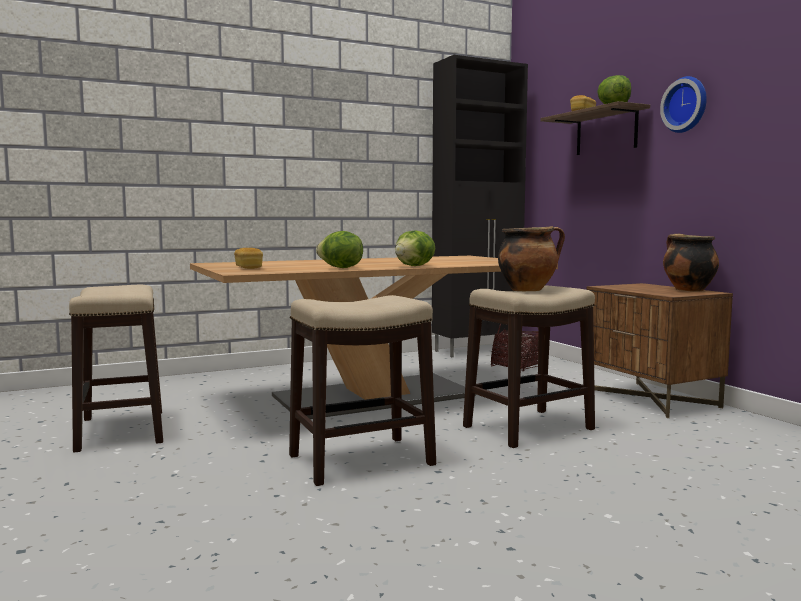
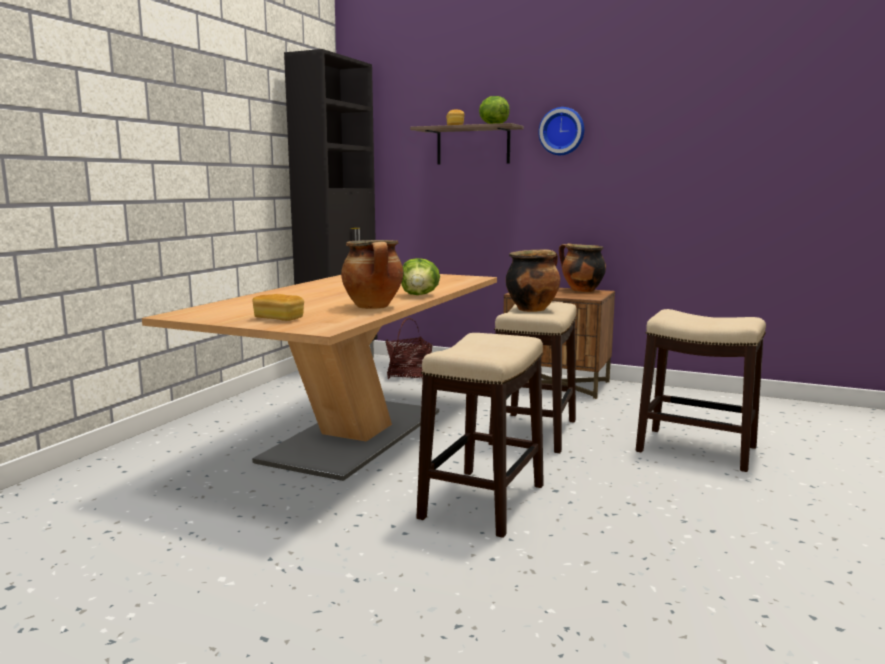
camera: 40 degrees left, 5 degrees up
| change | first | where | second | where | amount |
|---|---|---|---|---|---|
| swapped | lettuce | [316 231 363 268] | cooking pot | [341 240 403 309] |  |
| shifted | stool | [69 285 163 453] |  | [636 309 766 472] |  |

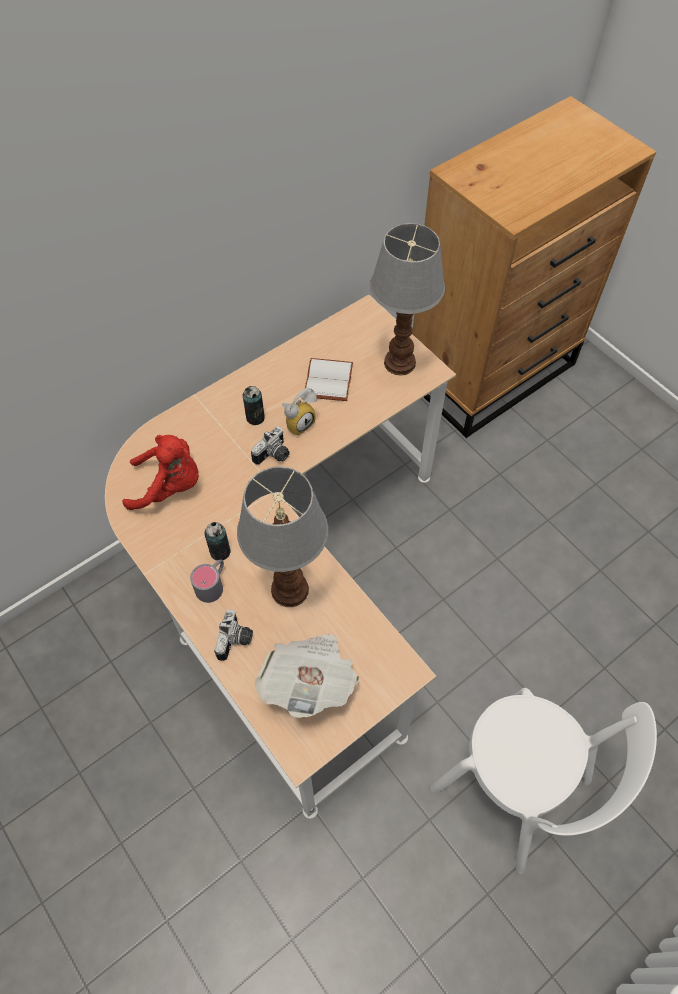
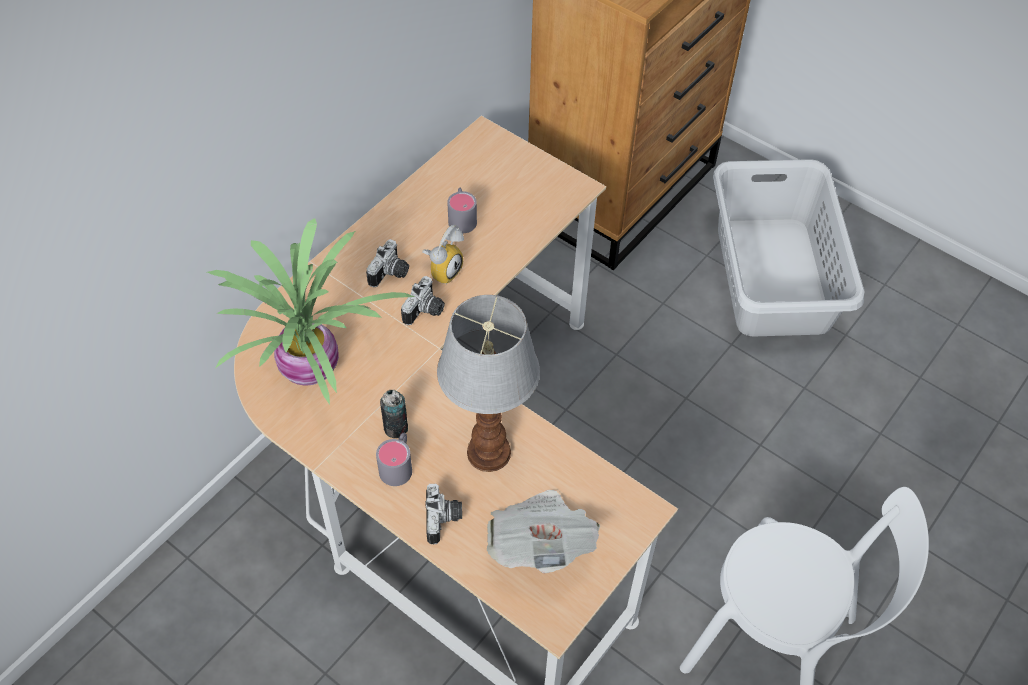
camera: 15 degrees left, 5 degrees down
| change | first | where | second | where | amount |
|---|---|---|---|---|---|
| gone | table lamp | [370 223 445 376] |  |  |  |
| swapped | white book | [305 358 353 401] | grey mug | [447 188 477 233] |  |
| swapped | can | [243 386 265 425] | photo camera | [366 239 409 288] |  |
| swapped | red plush toy | [122 435 199 510] | potted plant | [207 218 415 405] |  |
| new |  |  | grey laundry basket | [713 159 865 337] |  |

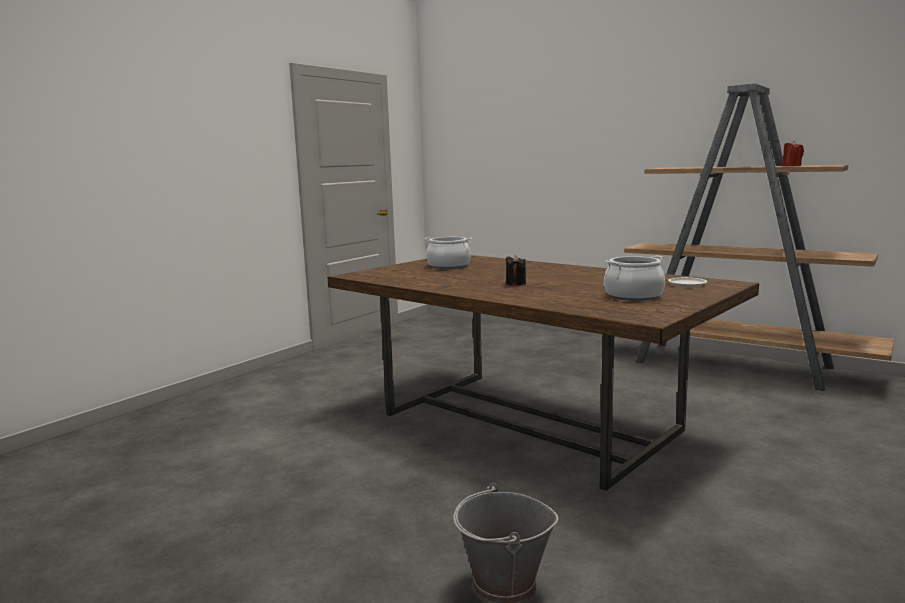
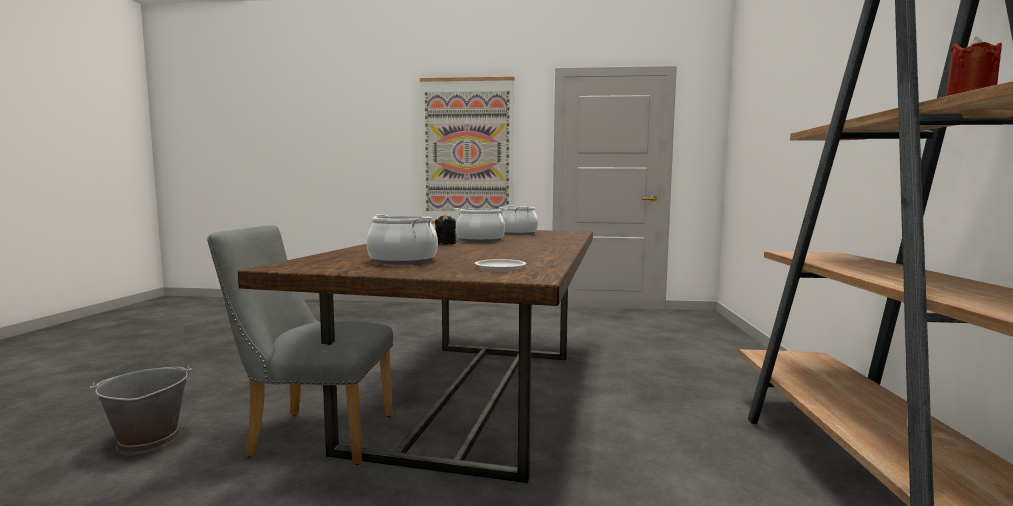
camera: 60 degrees right, 5 degrees down
| change | first | where | second | where | amount |
|---|---|---|---|---|---|
| new |  |  | picture | [420 77 514 224] |  |
| new |  |  | cooking pot | [454 208 507 242] |  |
| new |  |  | grey chair | [207 225 393 465] |  |

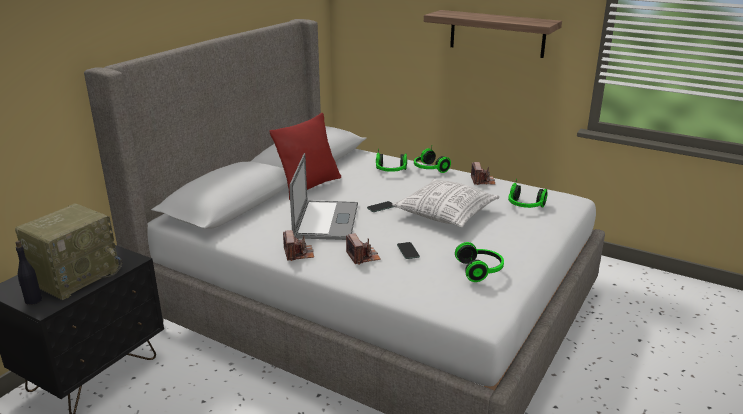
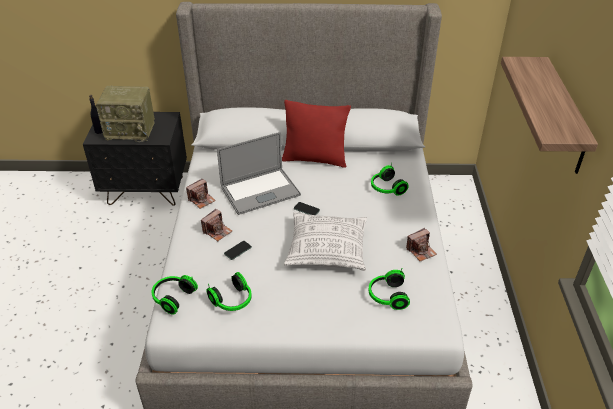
camera: 60 degrees right, 15 degrees up
| change | first | where | second | where | amount |
|---|---|---|---|---|---|
| shifted | headphones | [414 146 451 173] |  | [152 275 198 315] |  |

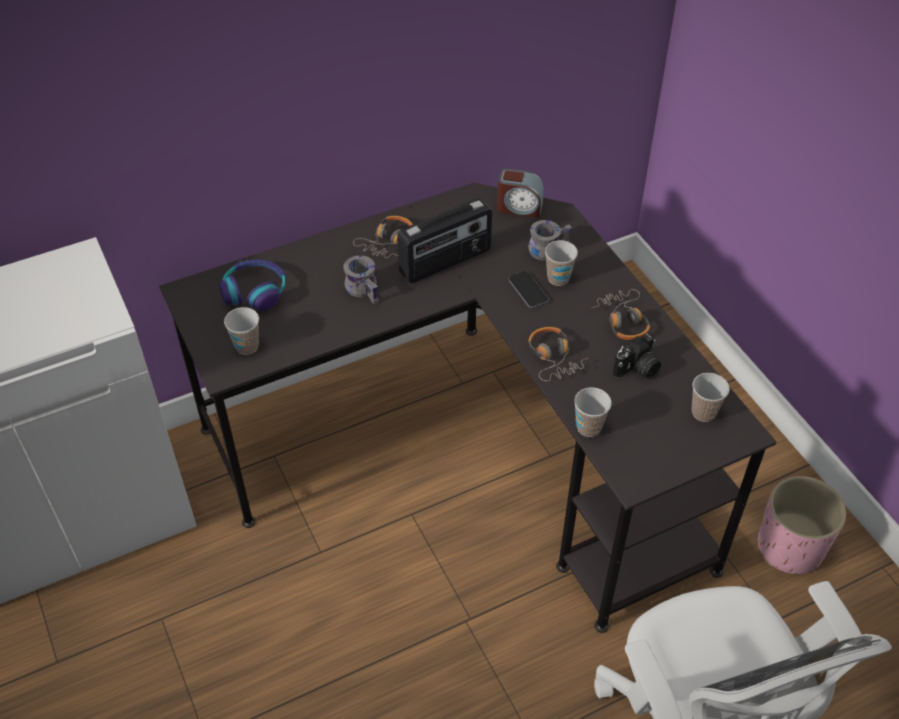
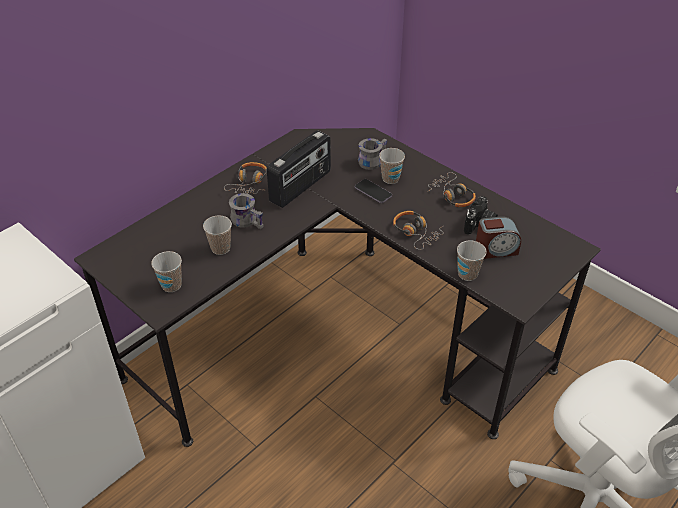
camera: 20 degrees left, 5 degrees down
| change | first | where | second | where | amount |
|---|---|---|---|---|---|
| shifted | alarm clock | [497 168 544 218] |  | [476 217 521 259] |  |
| gone | headphones | [219 259 285 311] |  |  |  |
| shifted | cup | [692 373 730 422] |  | [203 216 232 255] |  |
| gone | pink planter | [758 476 846 574] |  |  |  |

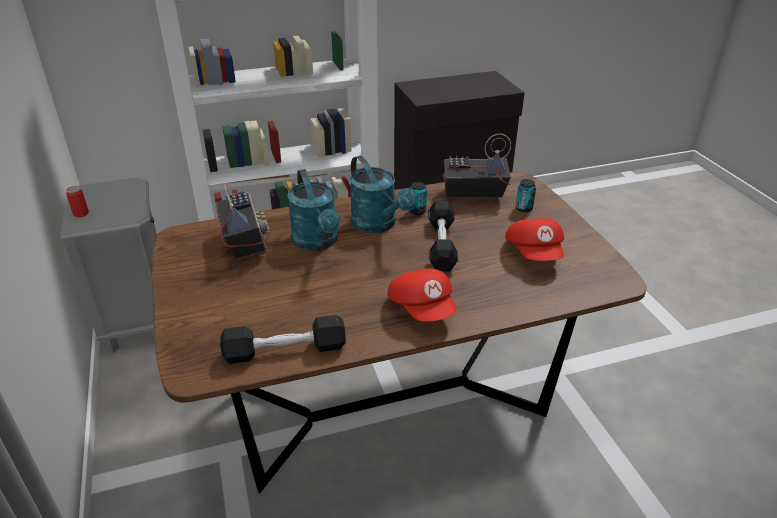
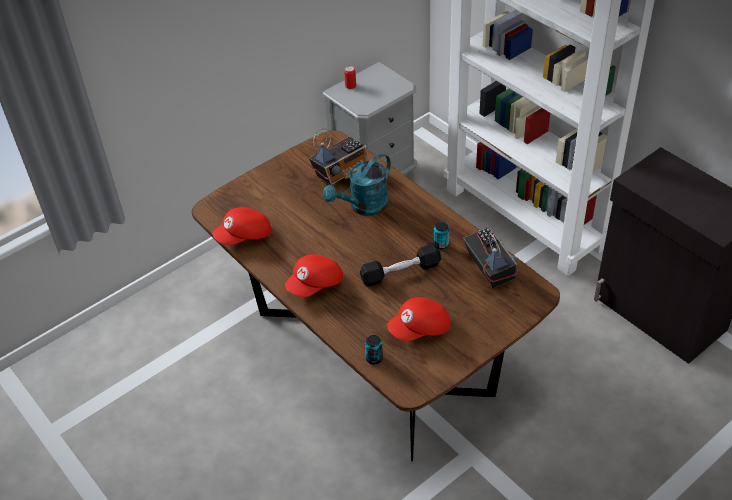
camera: 70 degrees right, 10 degrees up
| change | first | where | second | where | amount |
|---|---|---|---|---|---|
| gone | turquoise watering can | [349 156 416 233] |  |  |  |
| shifted | can | [516 179 536 212] |  | [365 335 383 365] |  |
| swapped | black dumbbell | [220 315 346 364] | red cap | [213 207 272 245] |  |

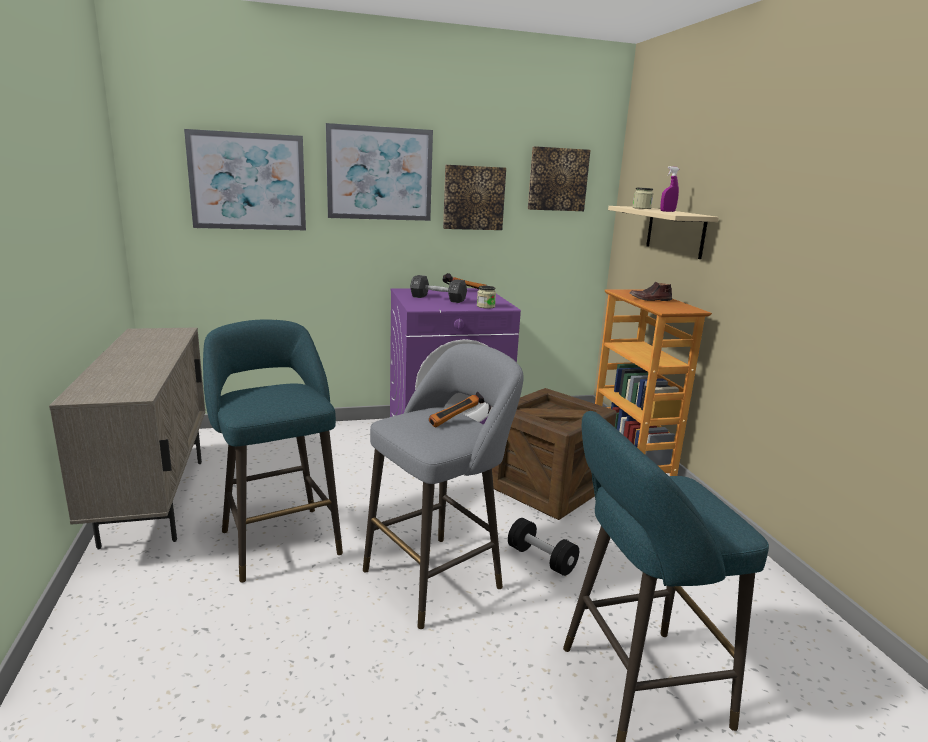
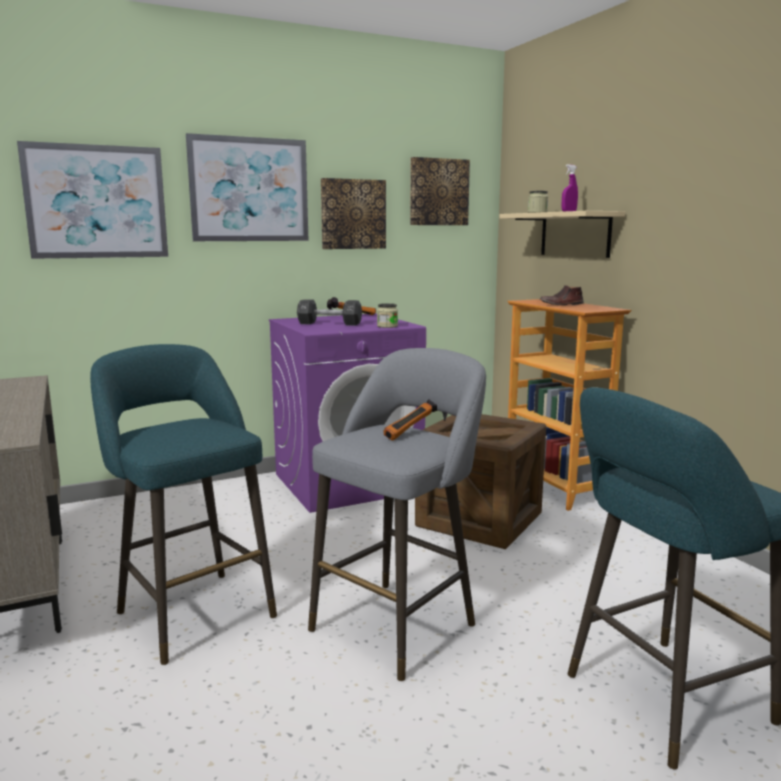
camera: 10 degrees left, 5 degrees down
| change | first | where | second | where | amount |
|---|---|---|---|---|---|
| gone | black dumbbell | [508 518 579 576] |  |  |  |

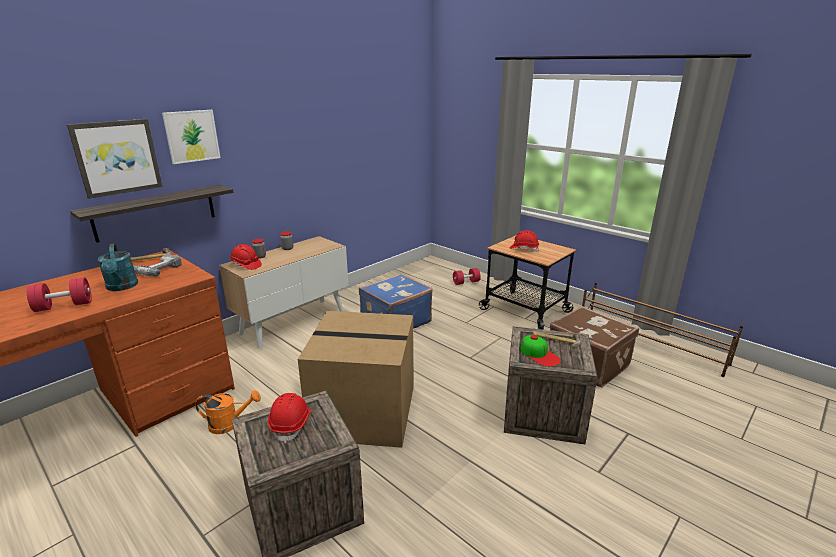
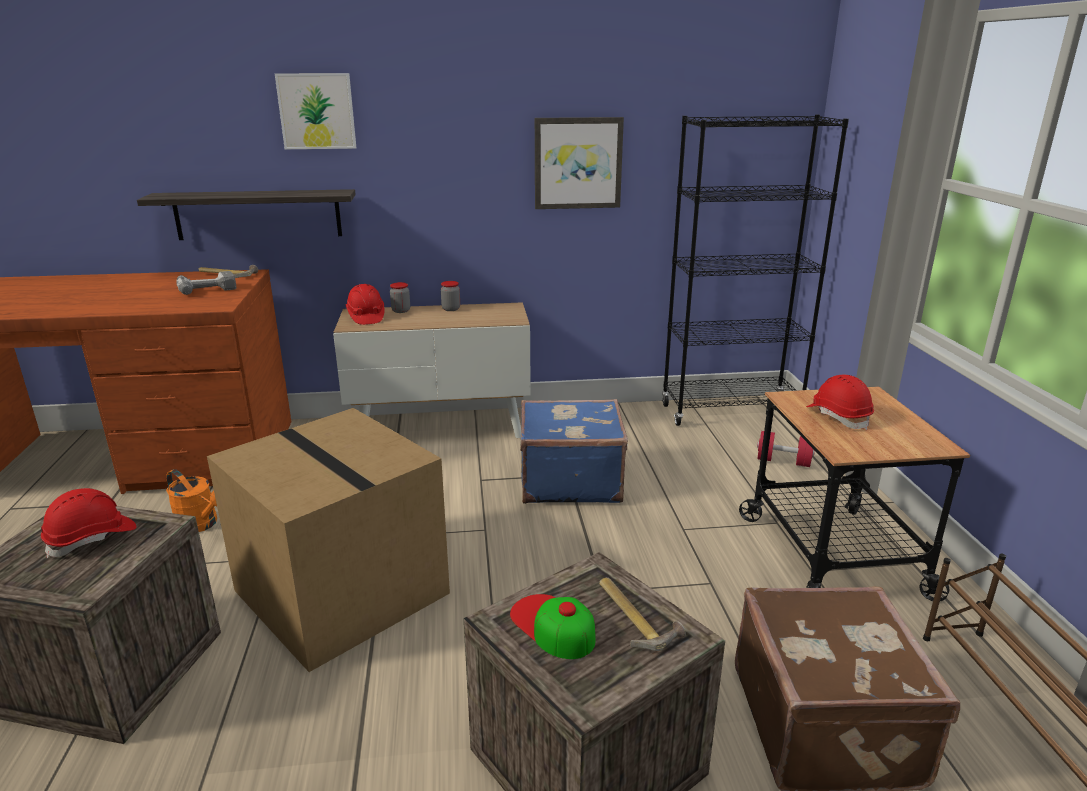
camera: 40 degrees right, 0 degrees up
| change | first | where | second | where | amount |
|---|---|---|---|---|---|
| shifted | picture | [67 119 163 199] |  | [535 117 624 209] |  |
| gone | turquoise watering can | [98 243 138 291] |  |  |  |
| gone | red dumbbell | [27 277 92 312] |  |  |  |
| rotated | cap | [520 335 561 367] |  | [510 594 596 659] | 135 degrees clockwise |
| new |  |  | black bookcase | [662 115 849 426] |  |

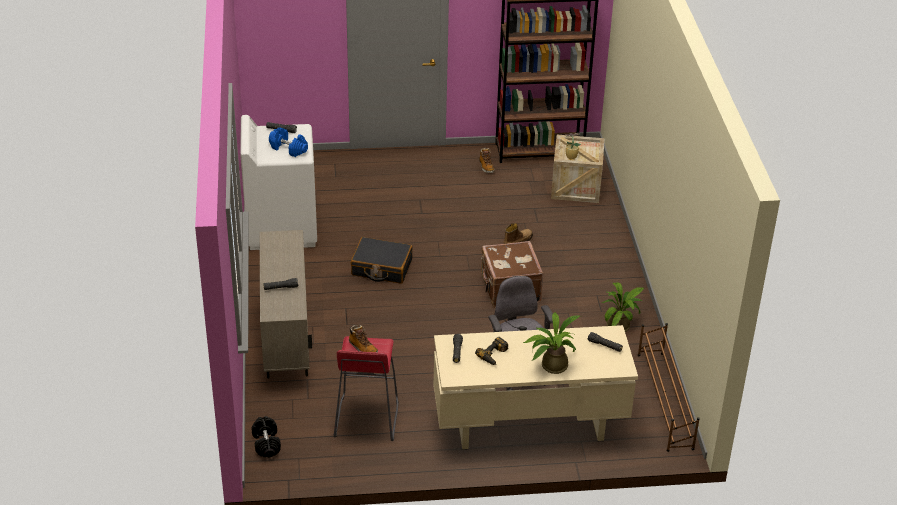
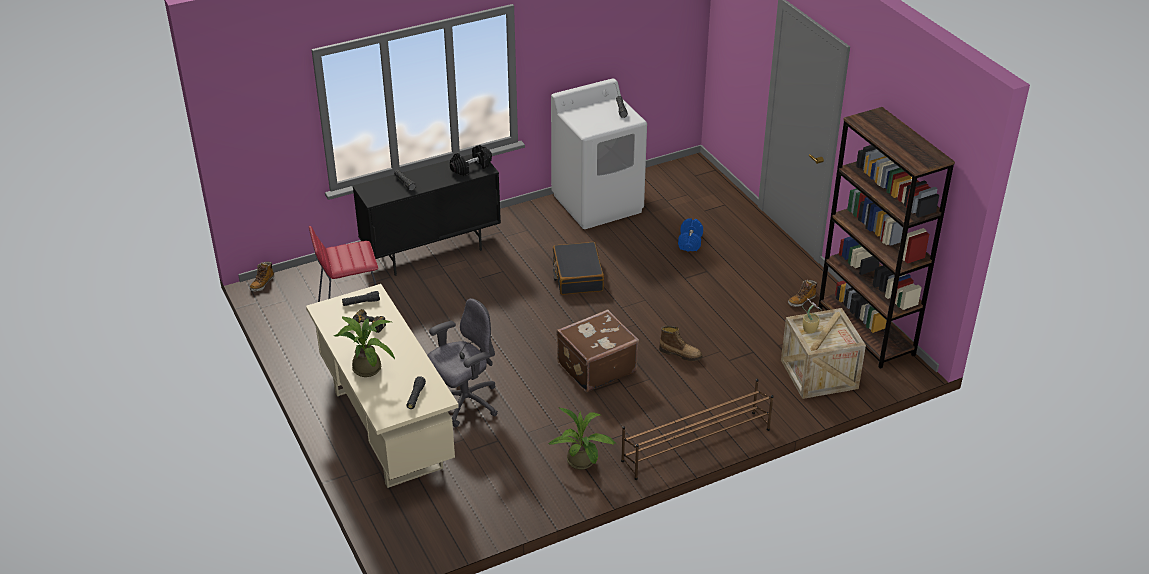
camera: 70 degrees right, 0 degrees up
| change | first | where | second | where | amount |
|---|---|---|---|---|---|
| shifted | blue dumbbell | [269 127 308 157] |  | [678 218 703 251] |  |
| repainted | beige cabinet | [259 230 312 379] | black cabinet | [352 154 501 276] |  |
| shifted | brown shoe rack | [638 323 700 452] |  | [621 379 774 480] |  |
| shifted | boot | [349 325 378 352] |  | [249 262 274 292] |  |
| shifted | black dumbbell | [251 416 281 457] |  | [450 145 492 176] |  |

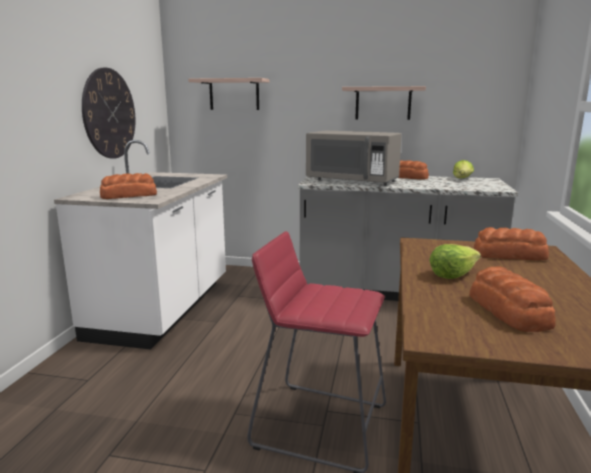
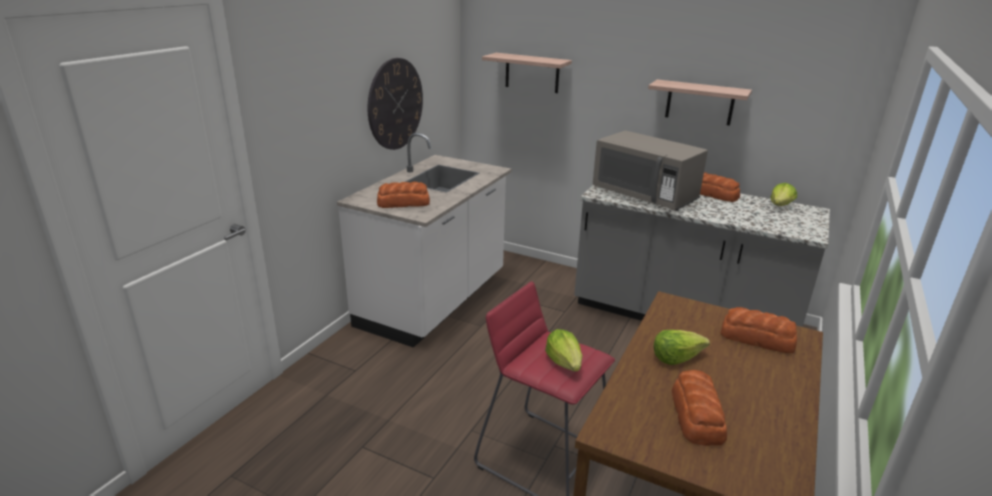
camera: 15 degrees right, 10 degrees up
| change | first | where | second | where | amount |
|---|---|---|---|---|---|
| new |  |  | lettuce | [545 329 583 372] |  |

